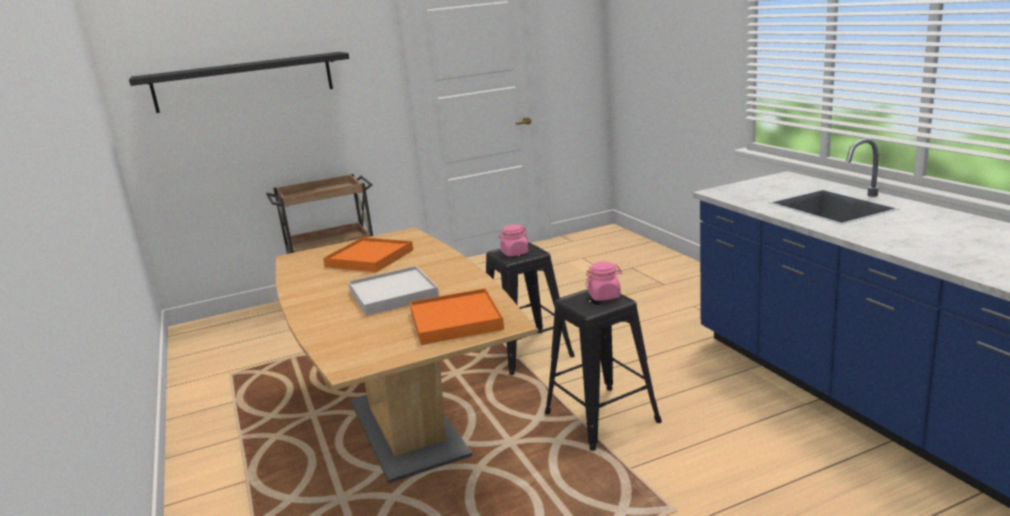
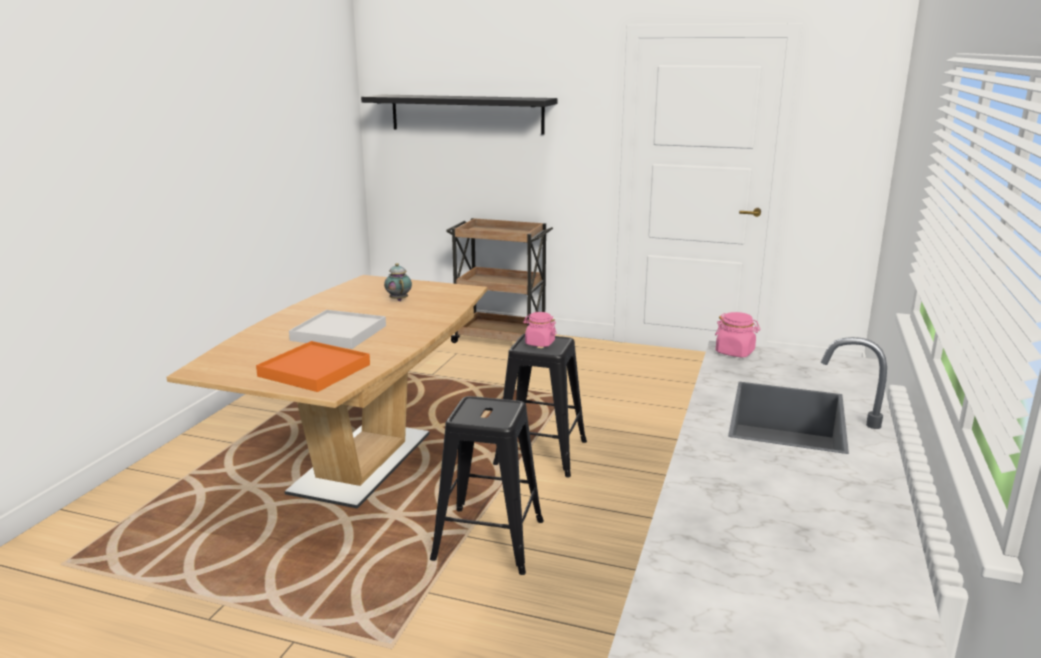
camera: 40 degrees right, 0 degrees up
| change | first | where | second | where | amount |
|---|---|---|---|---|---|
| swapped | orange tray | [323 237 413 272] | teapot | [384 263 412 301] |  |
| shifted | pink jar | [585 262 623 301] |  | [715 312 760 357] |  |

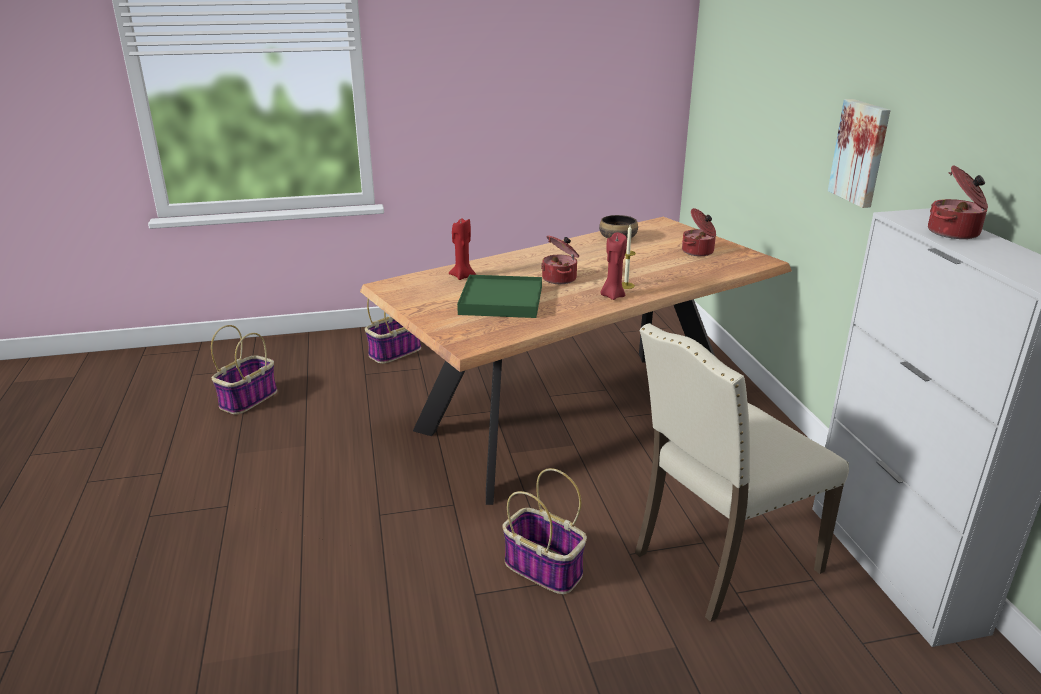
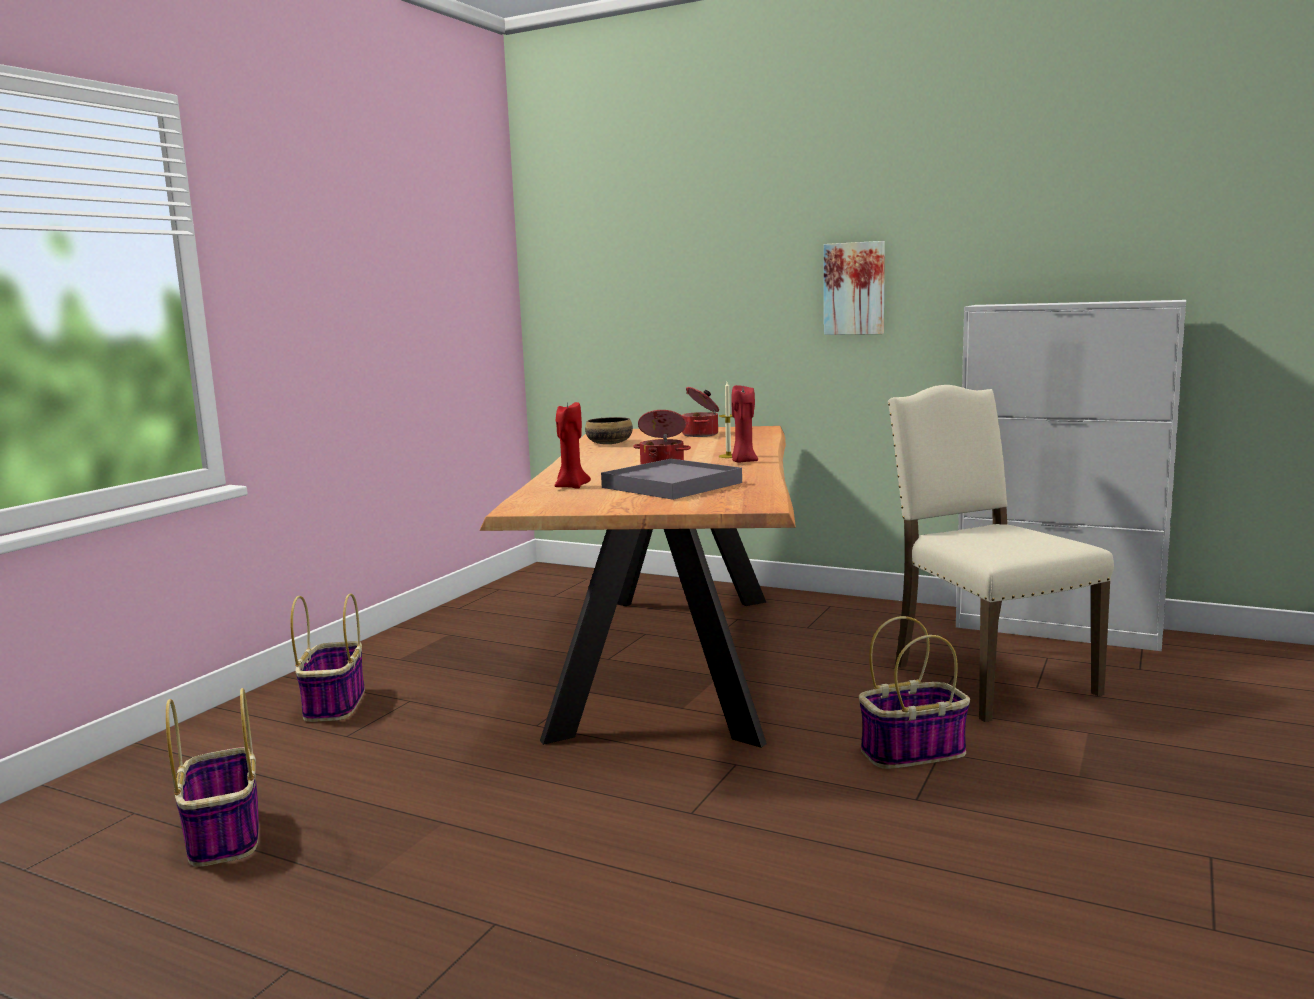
camera: 50 degrees left, 15 degrees down
| change | first | where | second | where | amount |
|---|---|---|---|---|---|
| gone | cooking pot | [928 165 988 239] |  |  |  |
| repainted | green tray | [457 275 542 318] | grey tray | [601 459 742 500] |  |
| rotated | beige chair | [635 323 849 622] |  | [888 385 1114 722] | 150 degrees clockwise |

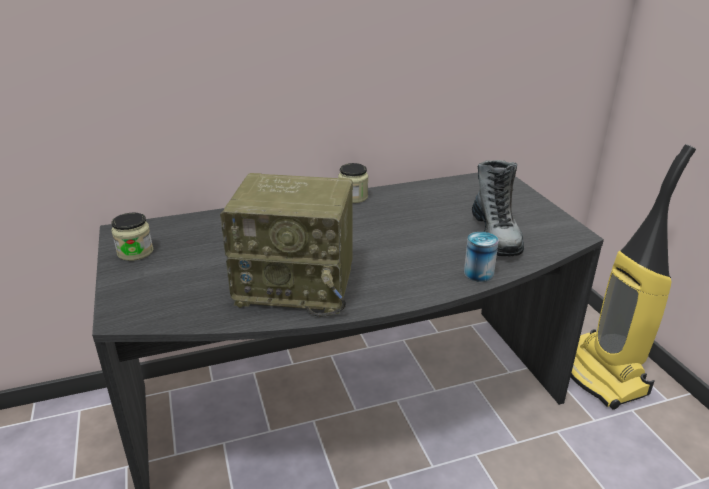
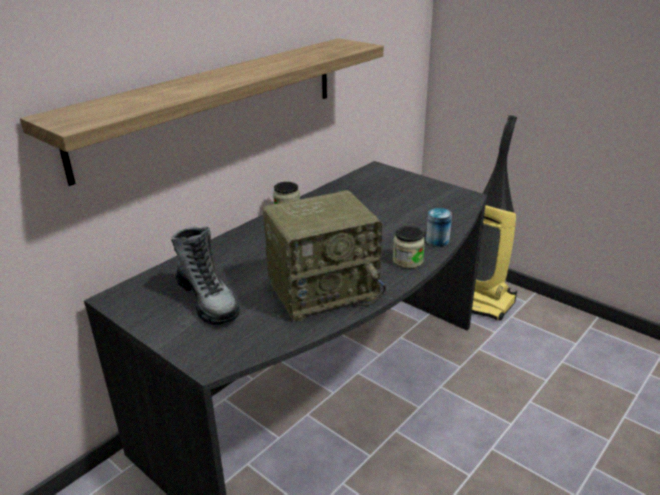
camera: 30 degrees left, 0 degrees up
| change | first | where | second | where | amount |
|---|---|---|---|---|---|
| shifted | boot | [472 160 524 257] |  | [171 227 240 325] |  |
| shifted | jar | [111 213 153 261] |  | [393 226 425 268] |  |
| new |  |  | shelf | [20 38 384 186] |  |

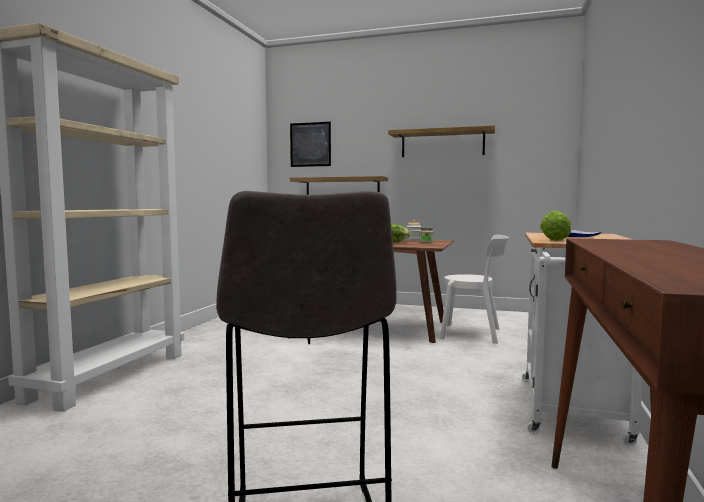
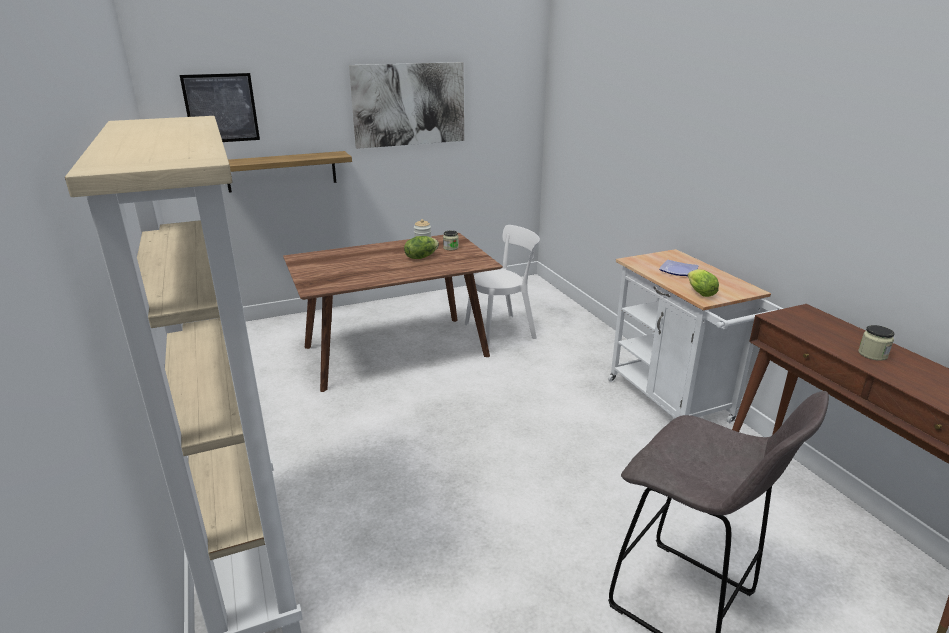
camera: 40 degrees left, 20 degrees up
| change | first | where | second | where | amount |
|---|---|---|---|---|---|
| swapped | shelf | [388 125 495 157] | picture | [349 62 464 149] |  |
| new |  |  | jar | [858 325 895 361] |  |

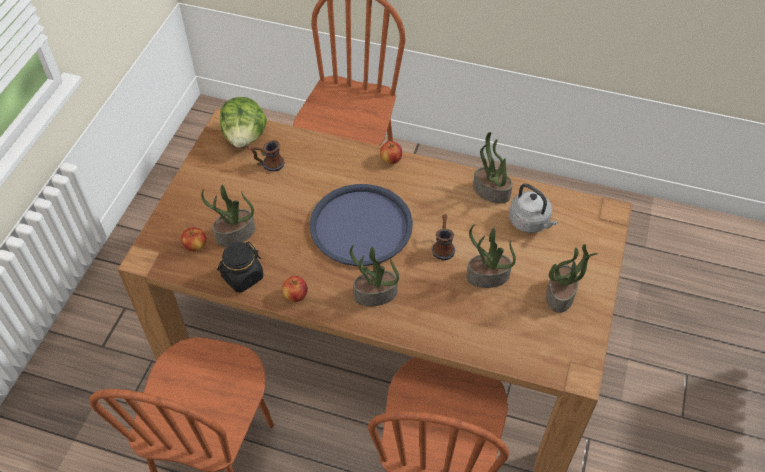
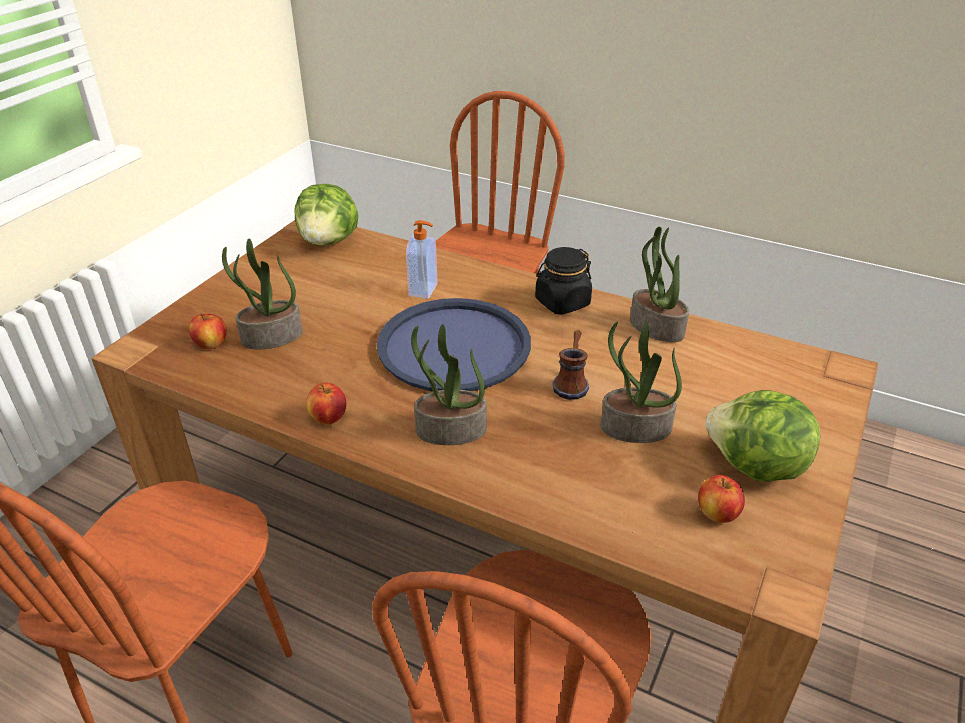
camera: 10 degrees right, 15 degrees down
| change | first | where | second | where | amount |
|---|---|---|---|---|---|
| gone | mug | [248 140 285 171] |  |  |  |
| shifted | apple | [380 141 402 164] |  | [698 475 745 523] |  |
| gone | grey kettle | [509 183 558 233] |  |  |  |
| shifted | black jar | [217 242 263 293] |  | [535 247 592 315] |  |
| swapped | potted plant | [546 244 599 313] | lettuce | [706 390 820 482] |  |
| new |  |  | soap dispenser | [406 220 438 299] |  |

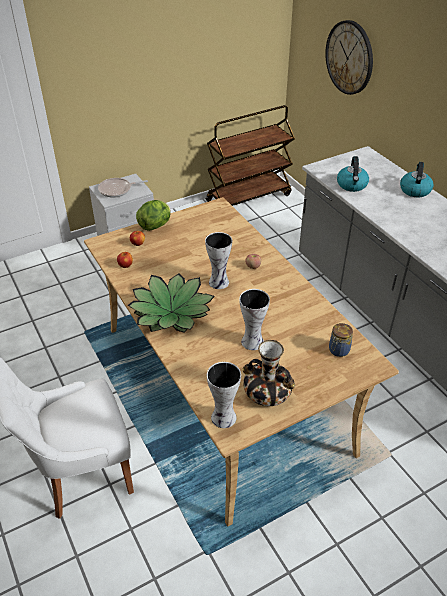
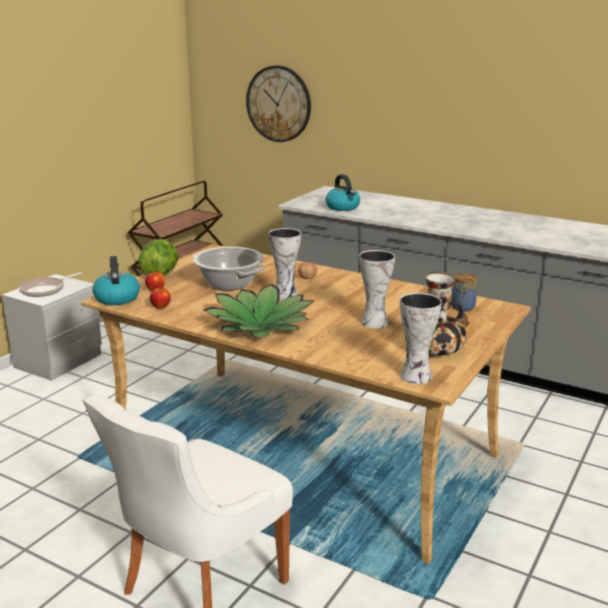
camera: 30 degrees left, 20 degrees down
| change | first | where | second | where | amount |
|---|---|---|---|---|---|
| shifted | kettle | [400 162 434 197] |  | [92 256 140 305] |  |
| new |  |  | cooking pot | [193 247 266 291] |  |

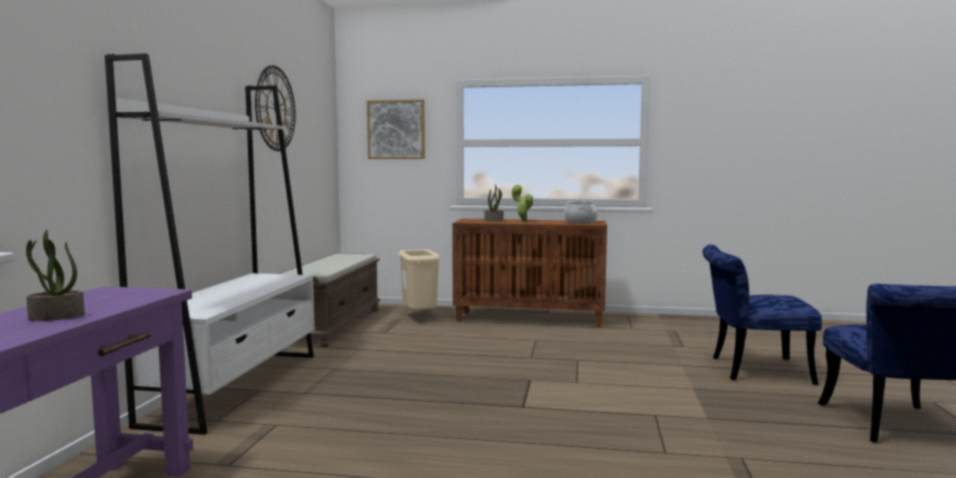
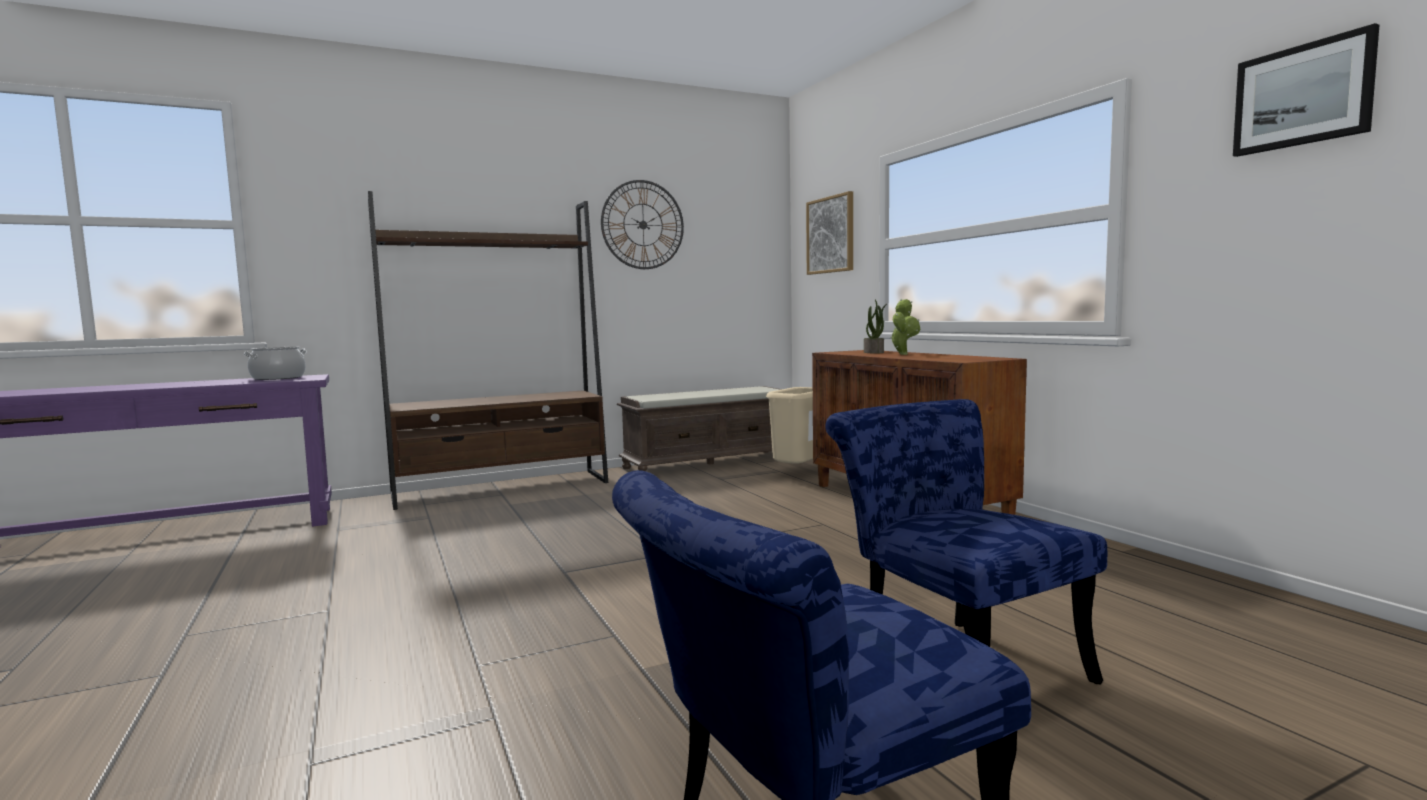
camera: 55 degrees right, 0 degrees up
| change | first | where | second | where | amount |
|---|---|---|---|---|---|
| repainted | white bookcase | [105 53 315 435] | brown bookcase | [368 191 608 510] |  |
| shifted | cooking pot | [564 201 598 224] |  | [243 347 307 380] |  |
| gone | potted plant | [26 230 85 321] |  |  |  |
| new |  |  | picture | [1233 23 1379 157] |  |

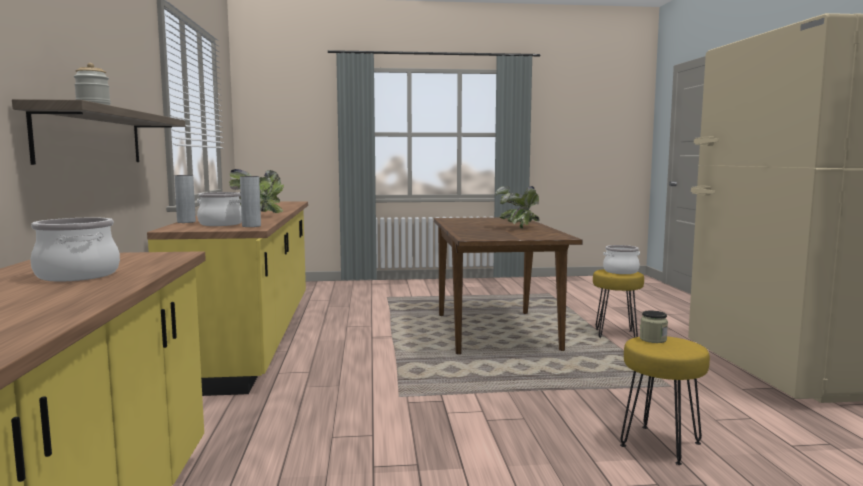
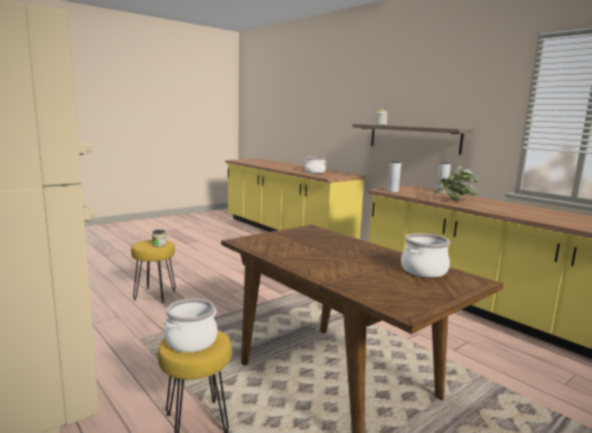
camera: 145 degrees right, 5 degrees up
| change | first | where | second | where | amount |
|---|---|---|---|---|---|
| gone | potted plant | [495 186 540 229] |  |  |  |
| shifted | cooking pot | [197 192 242 226] |  | [401 233 450 278] |  |

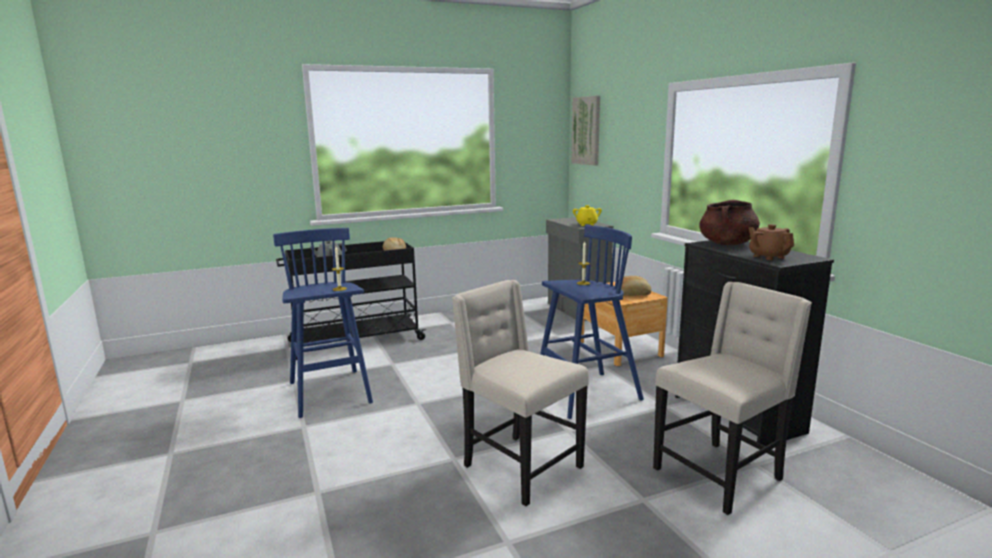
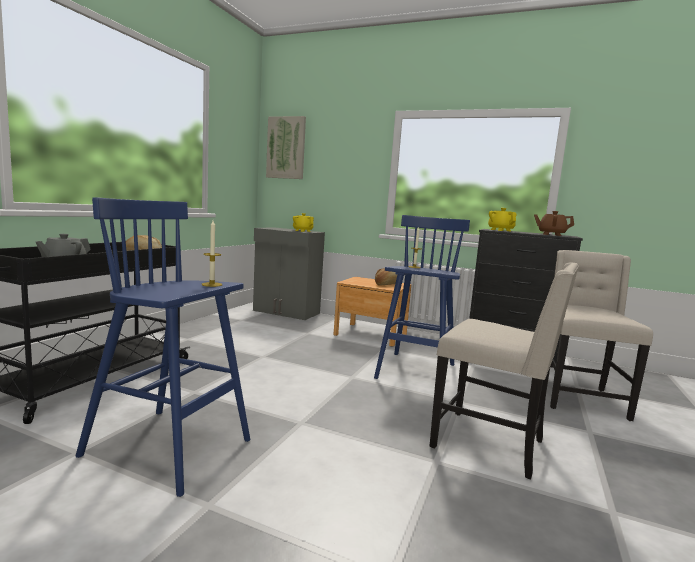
camera: 45 degrees left, 5 degrees down
| change | first | where | second | where | amount |
|---|---|---|---|---|---|
| swapped | brown cooking pot | [699 200 760 245] | yellow teapot | [488 208 517 231] |  |
| rotated | beige chair | [452 280 589 506] |  | [429 263 579 479] | 150 degrees counterclockwise |

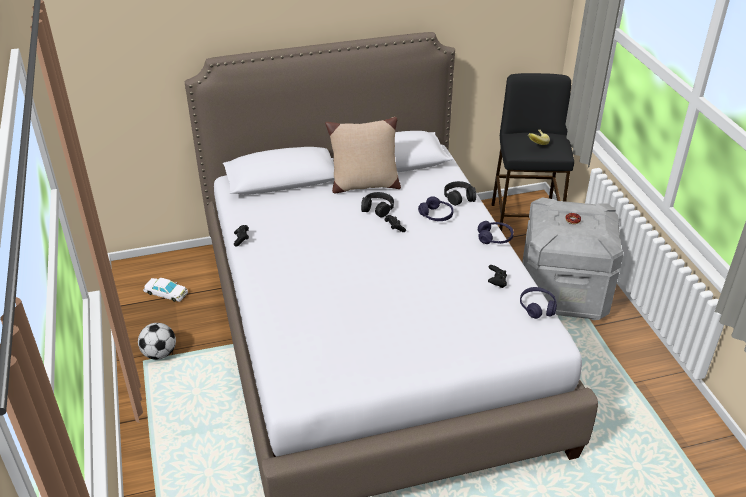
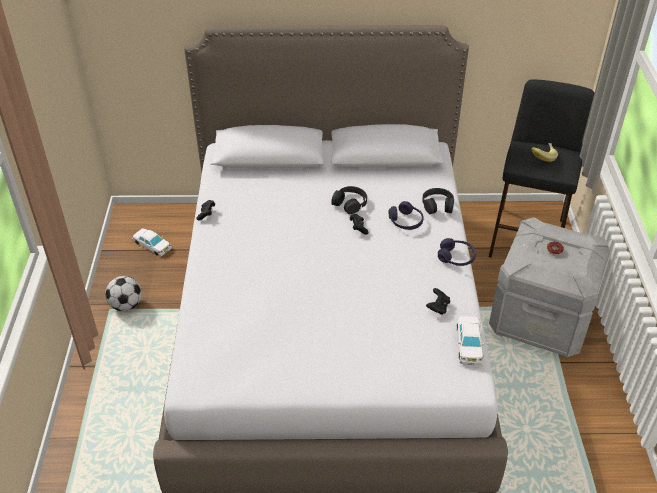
camera: 15 degrees right, 5 degrees up
| change | first | where | second | where | amount |
|---|---|---|---|---|---|
| gone | beige pillow | [325 117 401 193] |  |  |  |
| swapped | purple headphones | [520 287 557 319] | white toy car | [457 316 484 365] |  |

